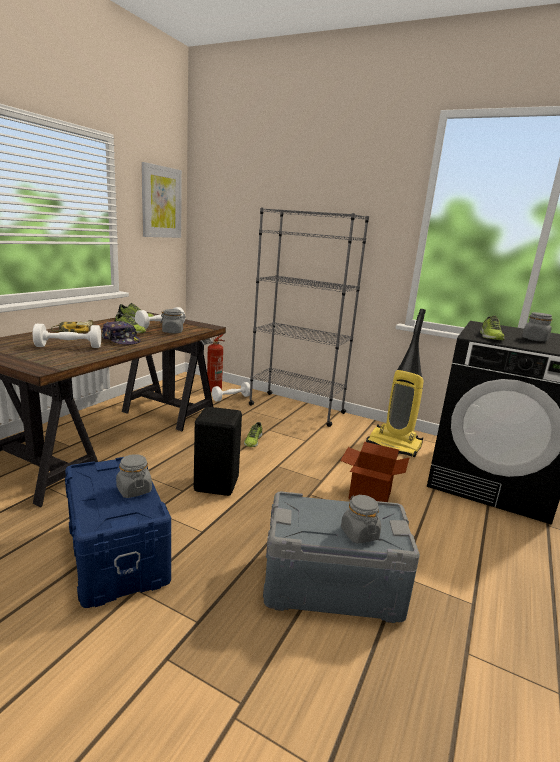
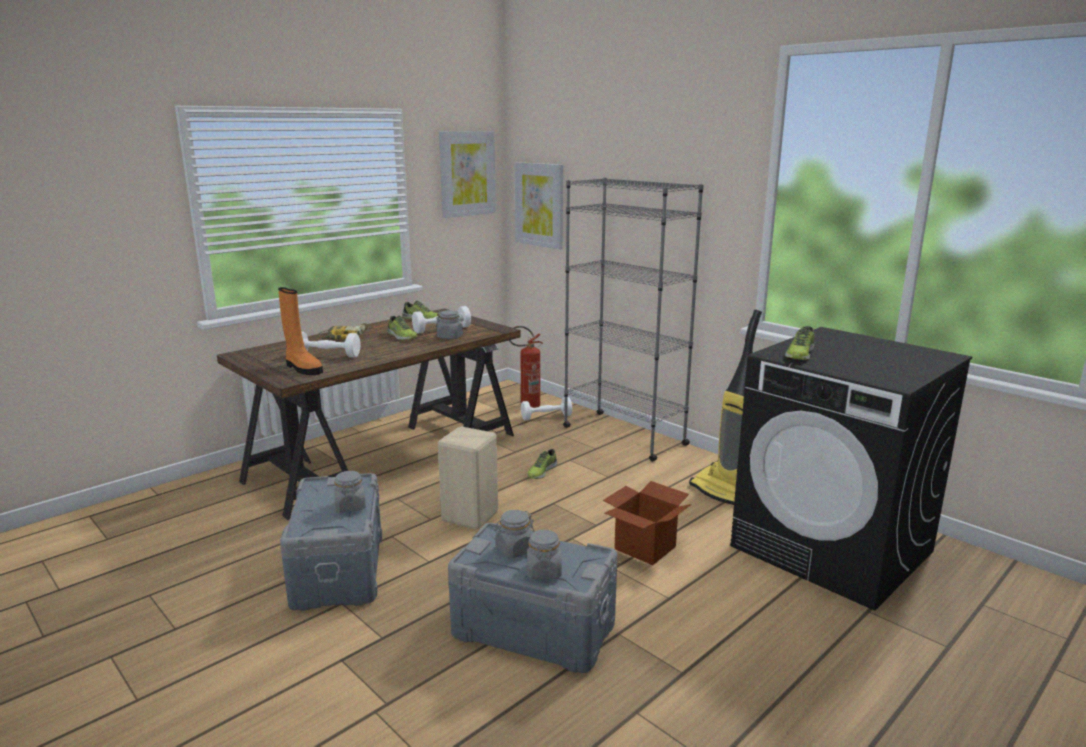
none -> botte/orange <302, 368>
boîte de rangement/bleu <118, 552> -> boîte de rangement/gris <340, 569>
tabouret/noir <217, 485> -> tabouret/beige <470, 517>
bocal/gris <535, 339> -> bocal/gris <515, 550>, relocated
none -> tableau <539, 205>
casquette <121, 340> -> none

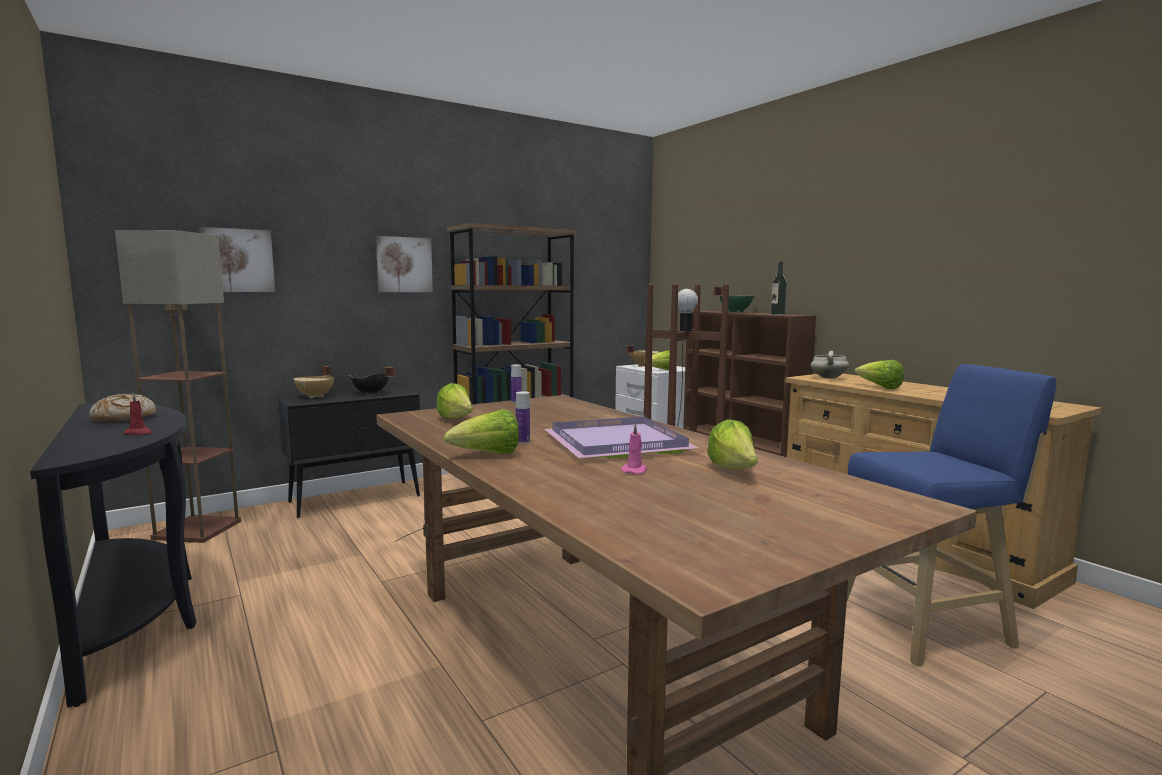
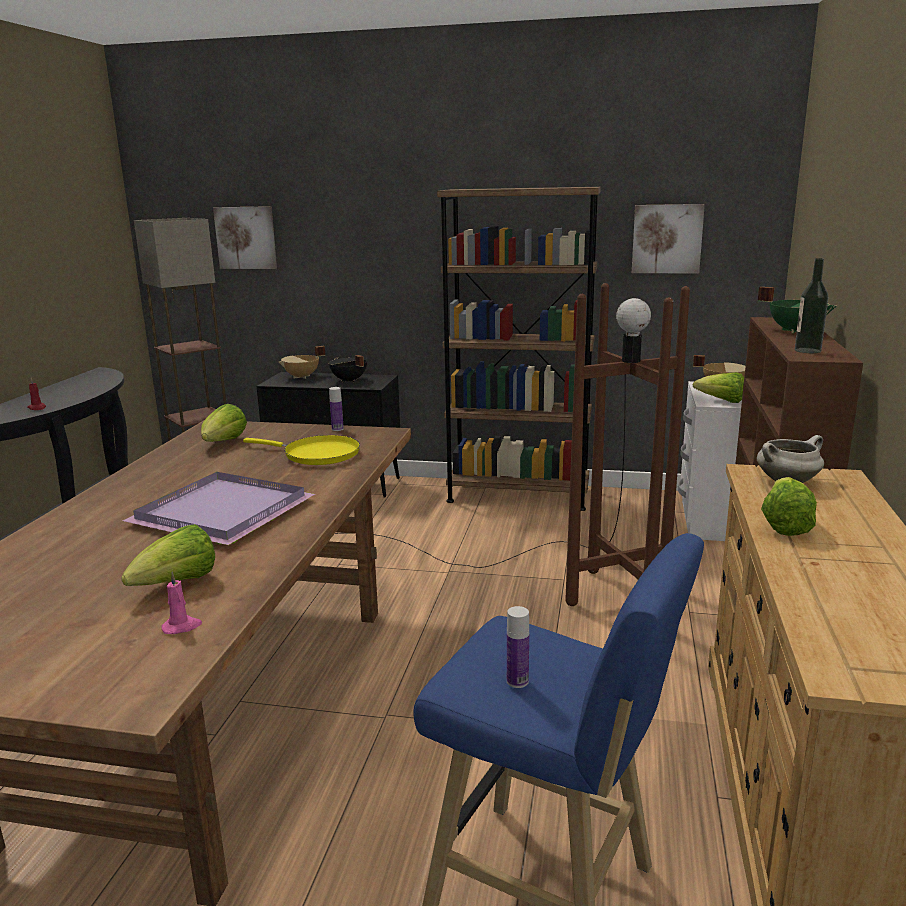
bougie/rose <634, 471> -> bougie/rose <182, 626>, relocated
none -> poêle/jaune <316, 454>
bouteille <523, 442> -> bouteille <517, 681>, relocated
tableau <404, 264> -> tableau <667, 239>, relocated
pain <124, 418> -> none
laitue <487, 455> -> none

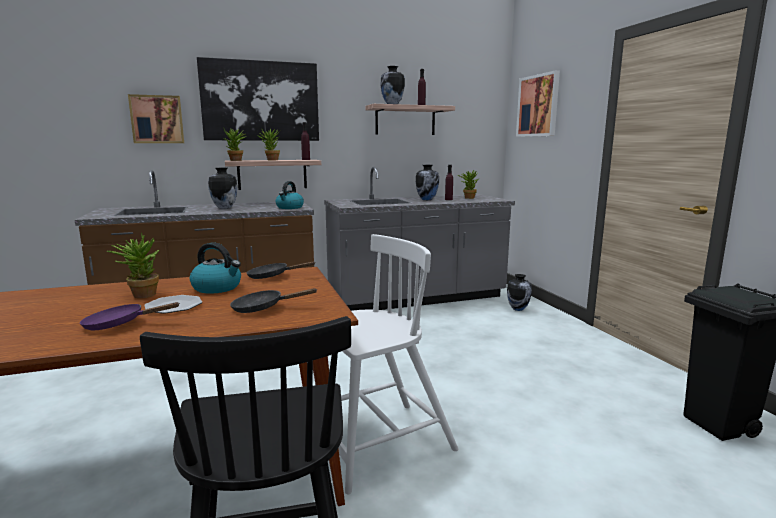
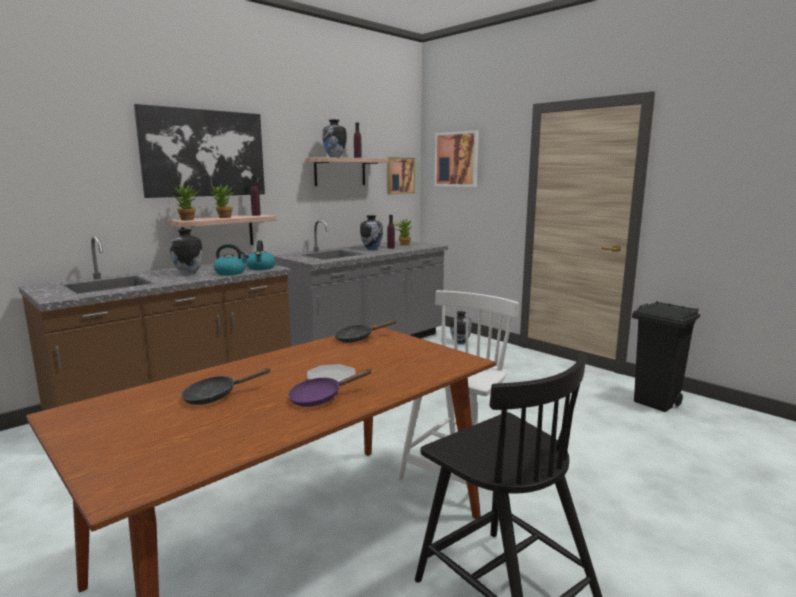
poêle/noir <263, 308> -> poêle/noir <215, 396>, relocated
bouilloire <217, 288> -> bouilloire <231, 273>, relocated
tableau <157, 119> -> tableau <400, 175>, relocated
plante en pot <140, 295> -> none

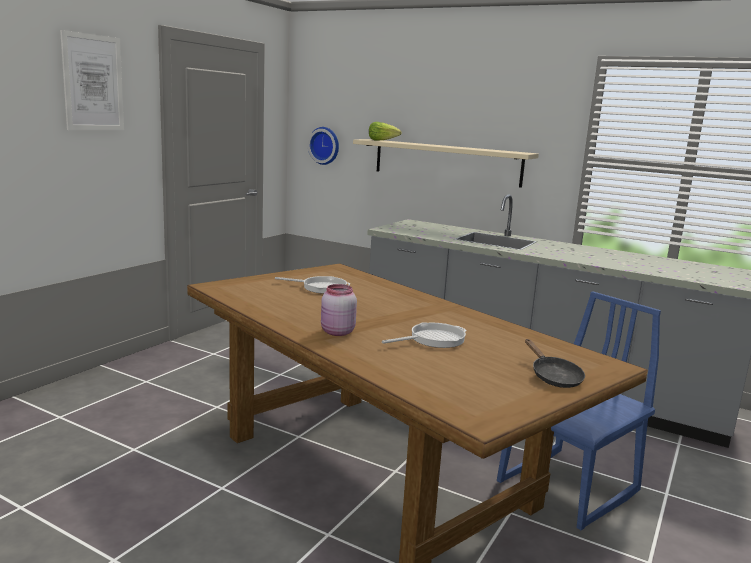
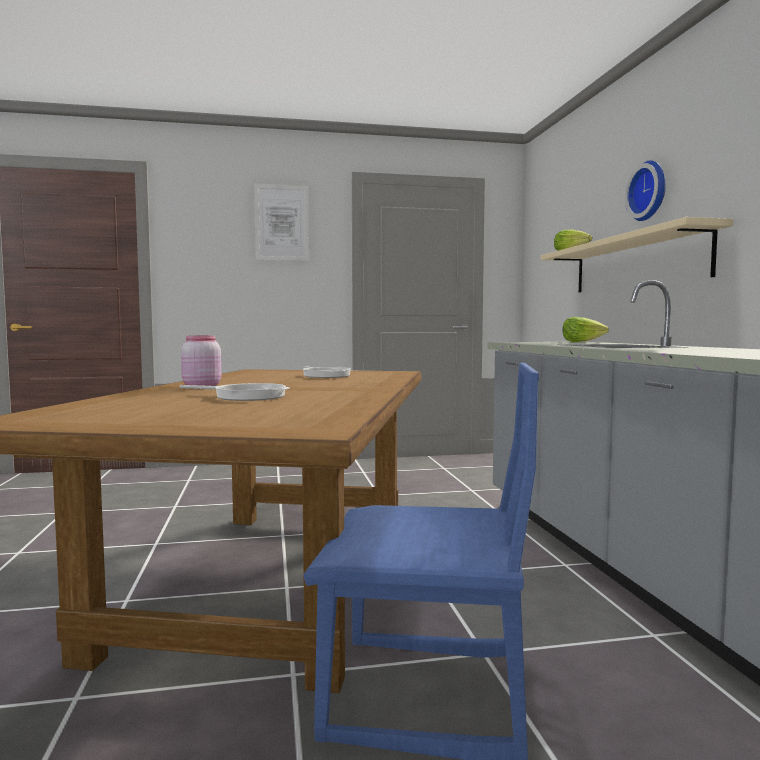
none -> laitue <582, 342>
horloge murale <325, 145> -> horloge murale <650, 191>, relocated
poêle/noir <553, 377> -> none

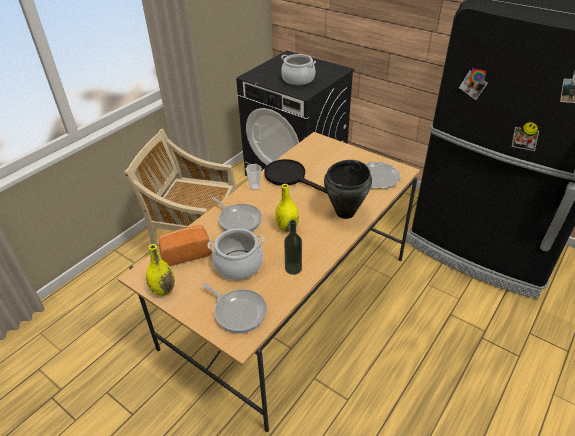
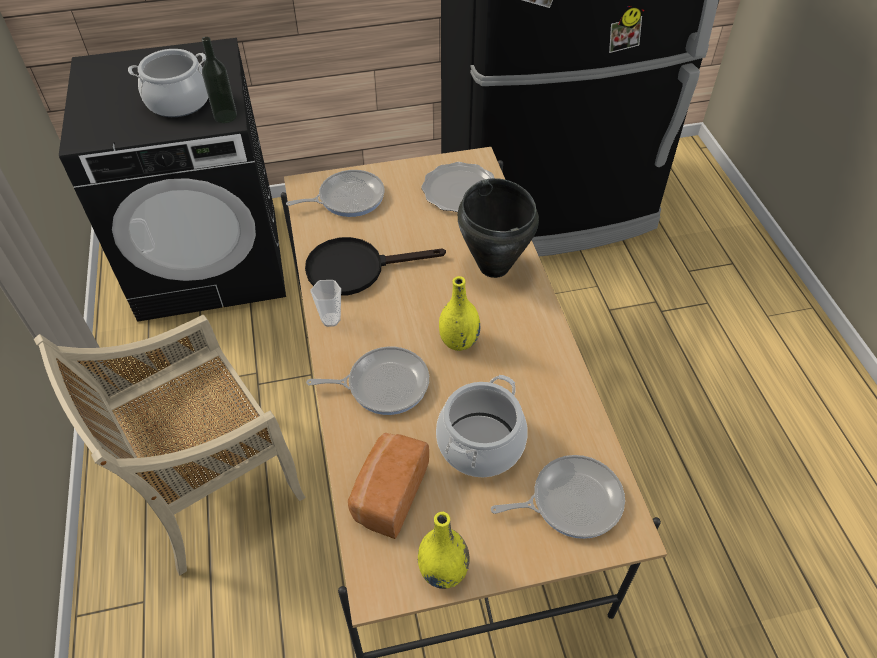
bouteille <293, 268> -> bouteille <225, 116>, relocated
none -> poêle <347, 198>

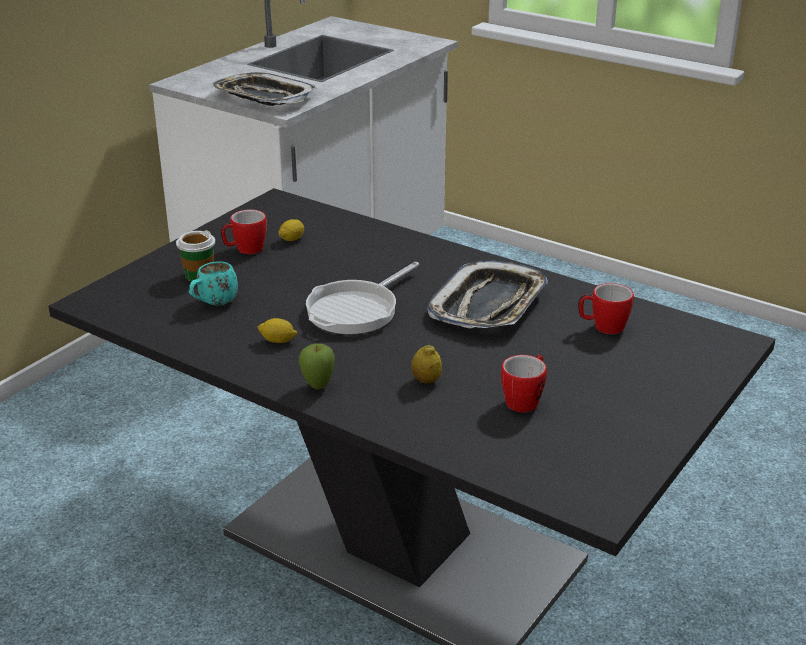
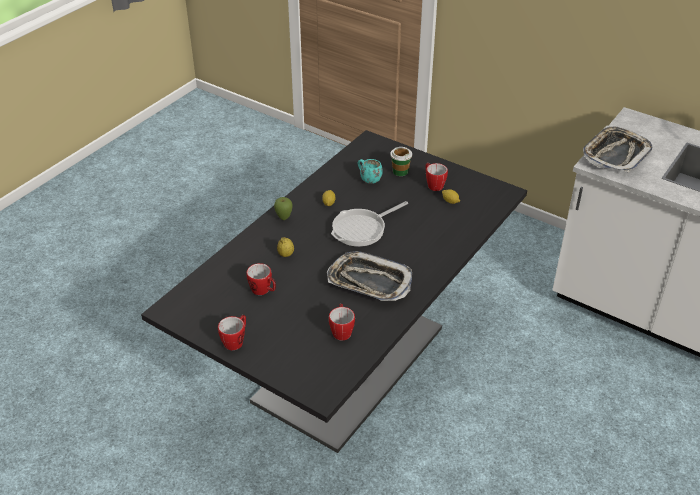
none -> mug <236, 341>
poêle <356, 310> -> poêle <362, 229>, 75 degrees counterclockwise

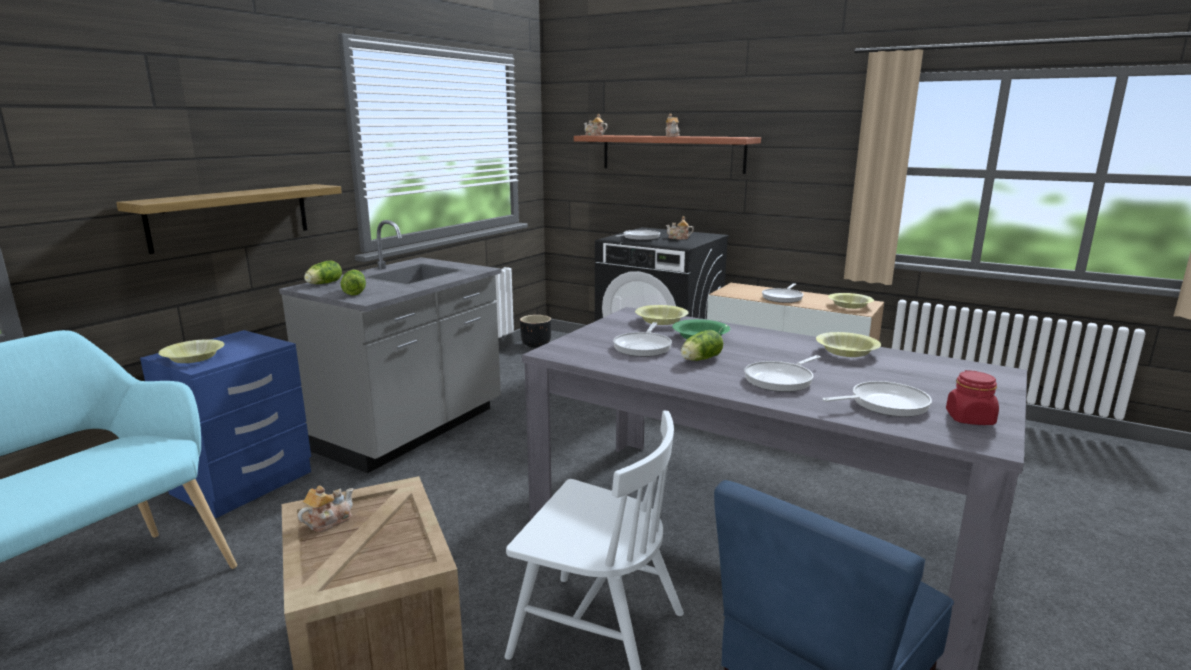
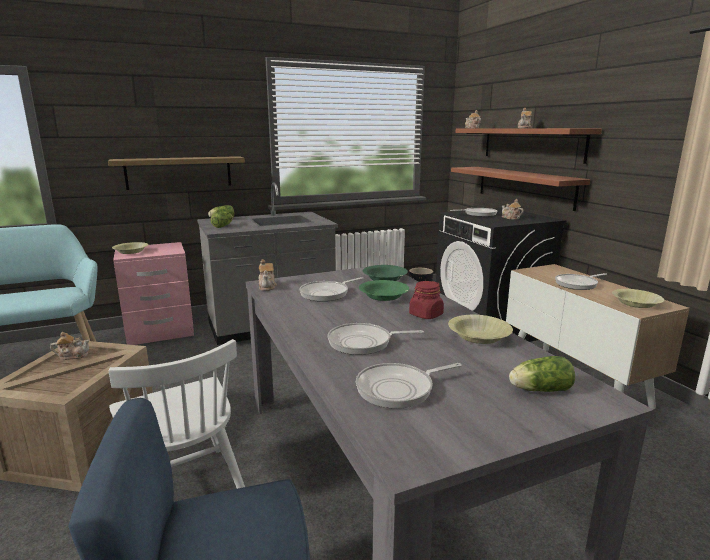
table de chevet/bleu <244, 484> -> table de chevet/rose <160, 332>
none -> théière <267, 286>
poêle <884, 404> -> poêle <399, 389>, 135 degrees clockwise
bol/jaune <661, 321> -> bol/vert <384, 279>
bocal/rouge <970, 419> -> bocal/rouge <425, 315>, relocated
none -> étagère <524, 186>
laitue <699, 359> -> laitue <538, 390>, relocated

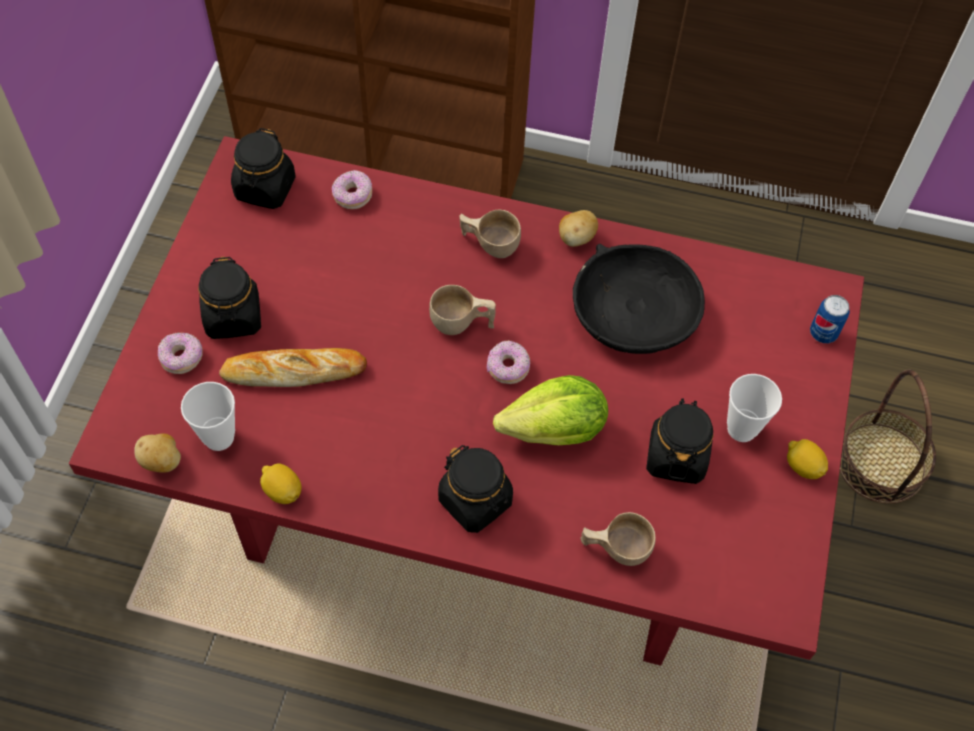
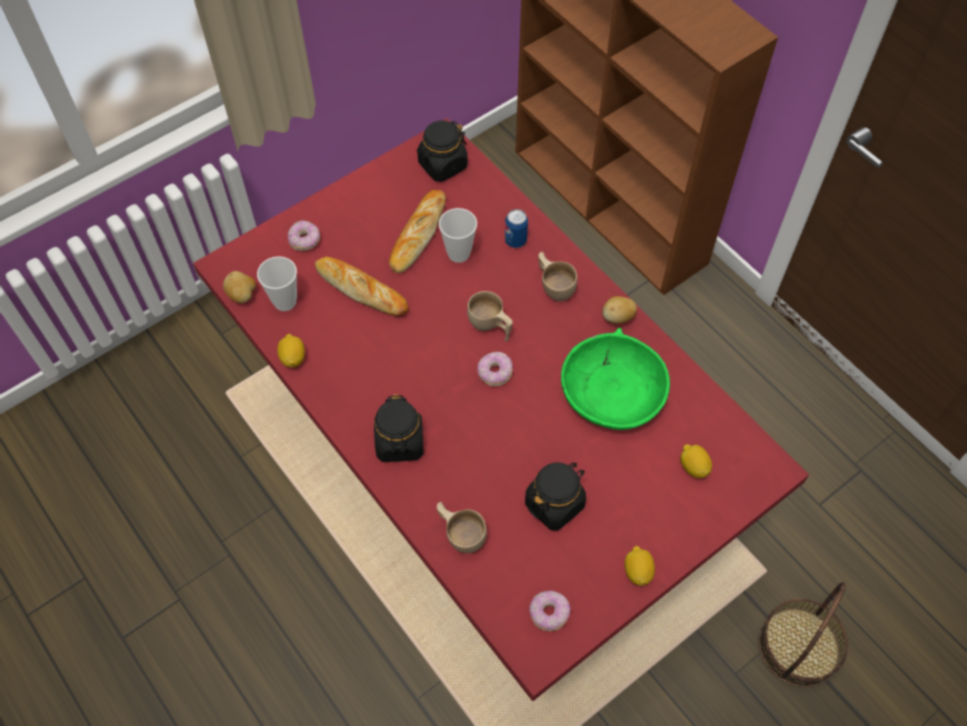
none -> pain <417, 234>
tasse <741, 429> -> tasse <458, 253>, relocated
boîte métallique <823, 333> -> boîte métallique <515, 241>, relocated
beignet <352, 196> -> beignet <549, 613>, relocated
bol/noir <633, 312> -> bol/vert <612, 391>
none -> citron <693, 467>
bocal/noir <233, 317> -> none
laitue <555, 431> -> none

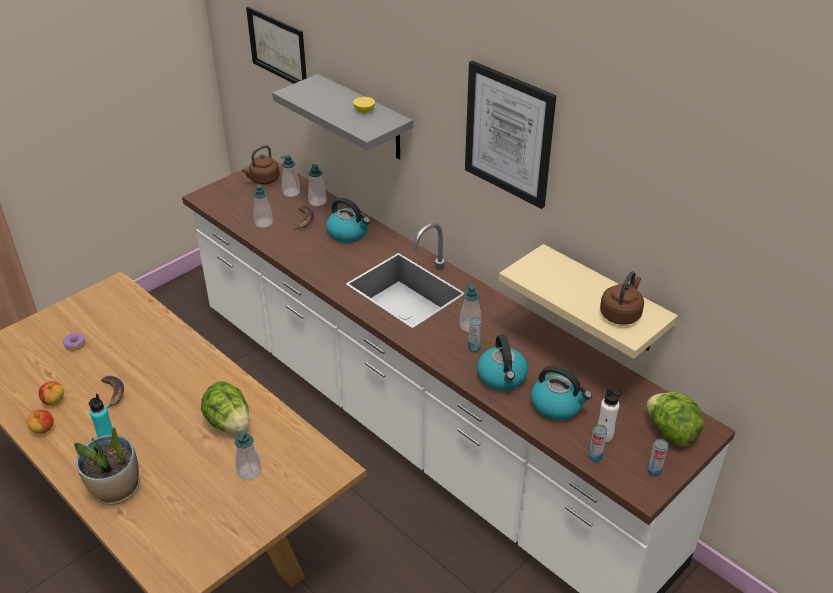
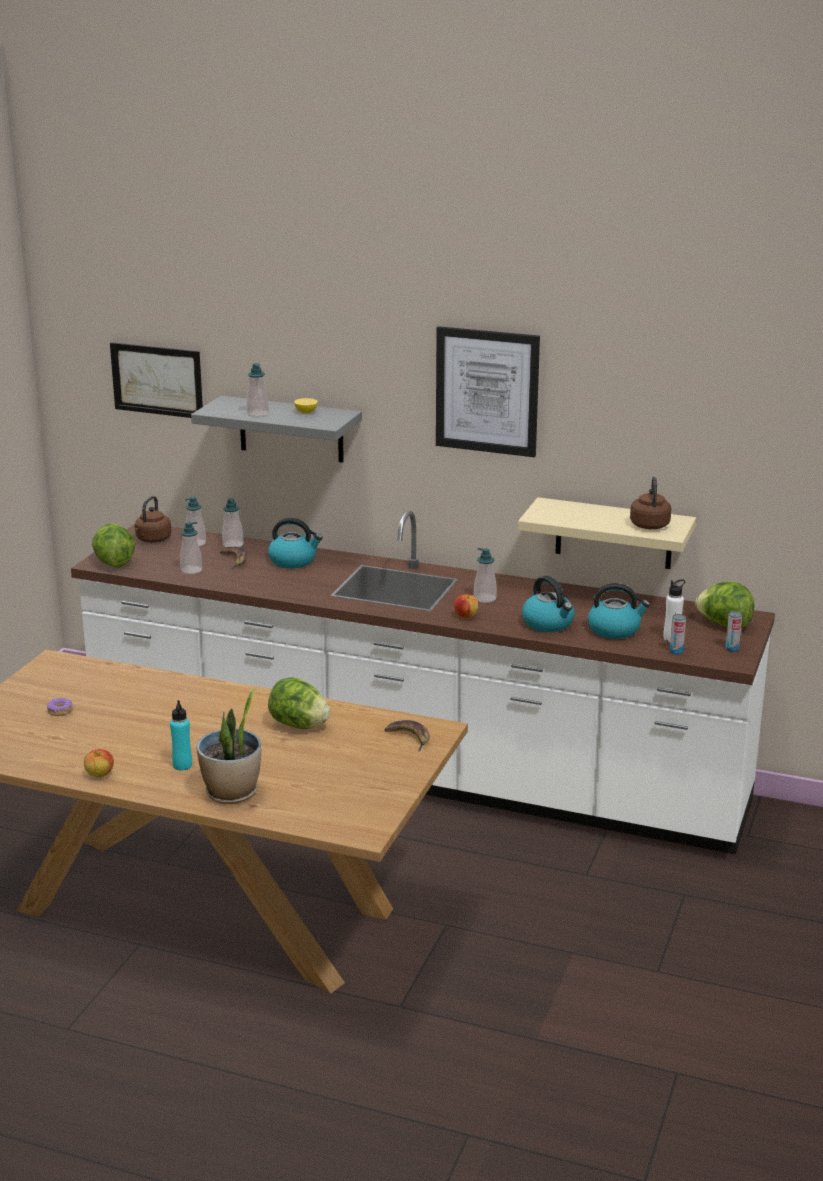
none -> laitue <113, 563>
distributeur de savon <249, 471> -> distributeur de savon <258, 414>, relocated
banane <113, 394> -> banane <409, 738>, relocated
pomme <54, 401> -> pomme <466, 616>, relocated
boîte métallique <474, 347> -> none

